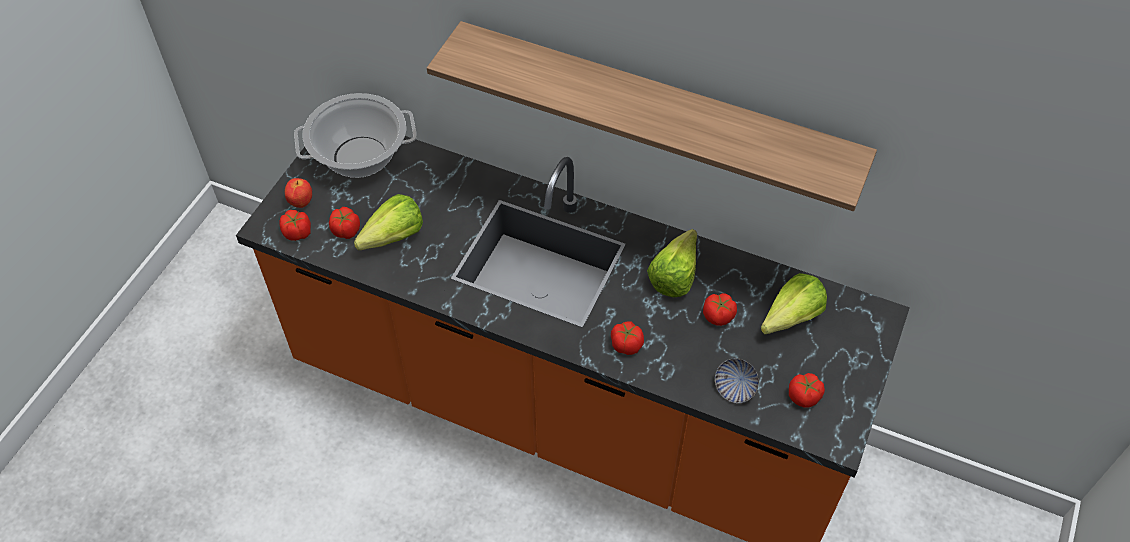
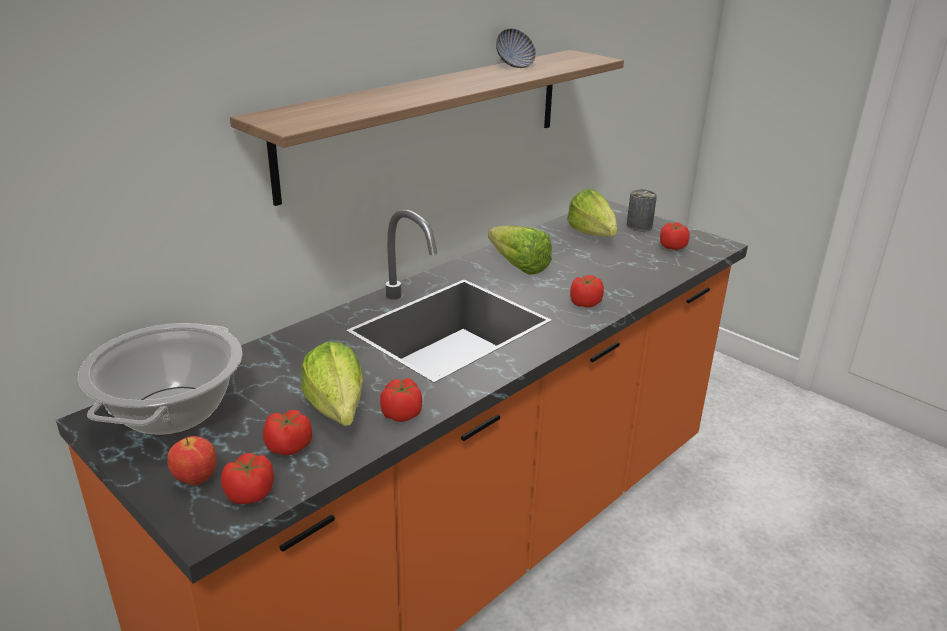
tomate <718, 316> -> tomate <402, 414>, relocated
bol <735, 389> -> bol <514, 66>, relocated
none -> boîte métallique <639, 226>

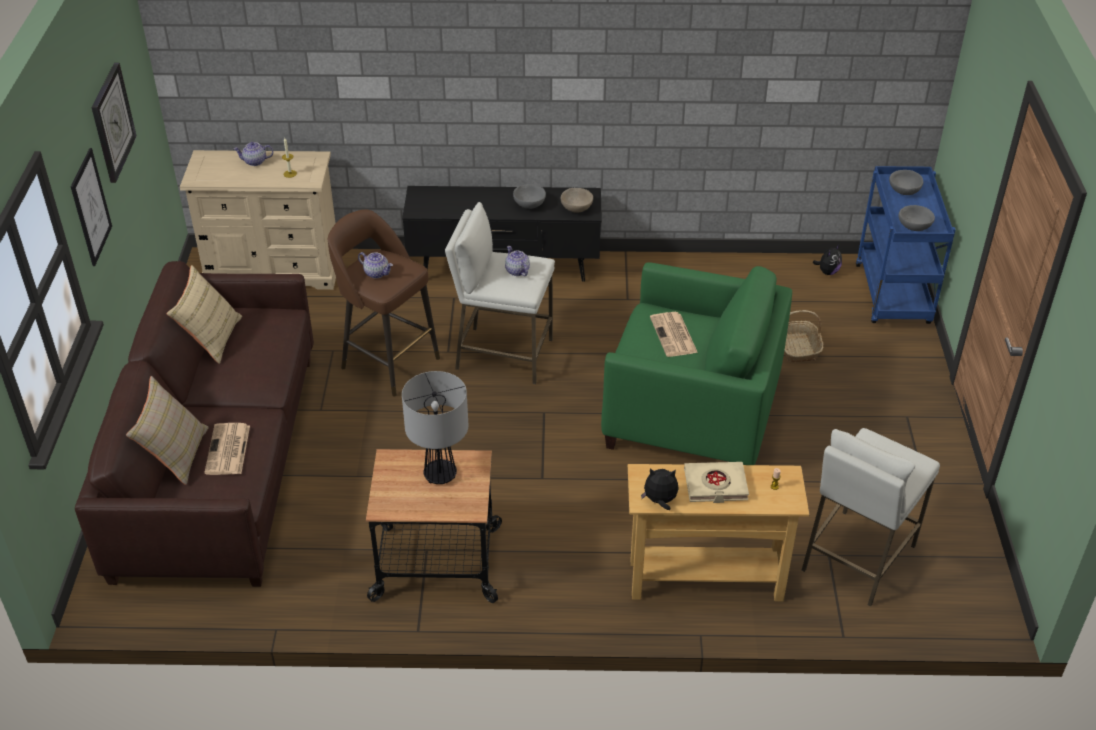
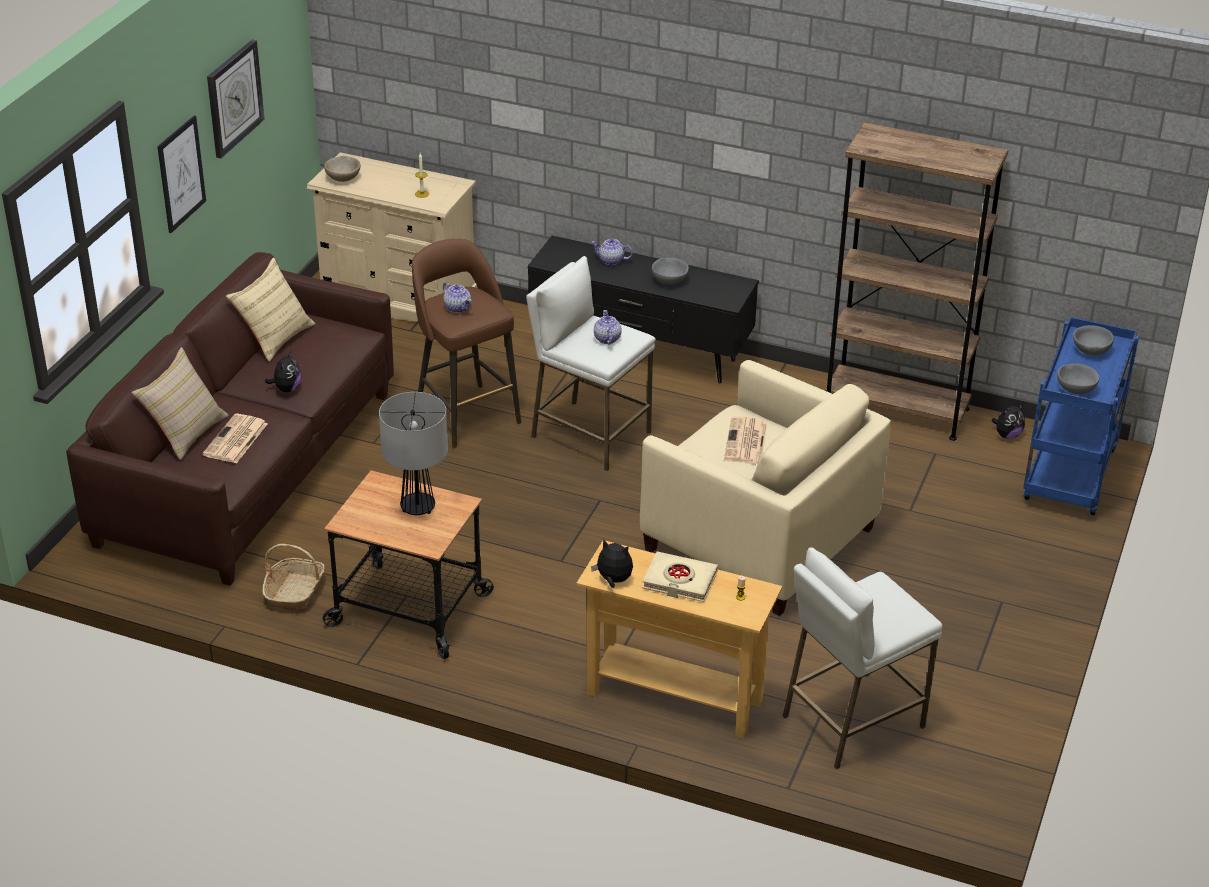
panier <797, 347> -> panier <295, 592>, relocated
none -> peluche <286, 389>
bol/beige <577, 208> -> bol/beige <343, 178>, relocated
théière <255, 162> -> théière <611, 261>, relocated
fauteuil/vert <691, 412> -> fauteuil/beige <758, 538>
none -> bibliothèque/marron <896, 409>

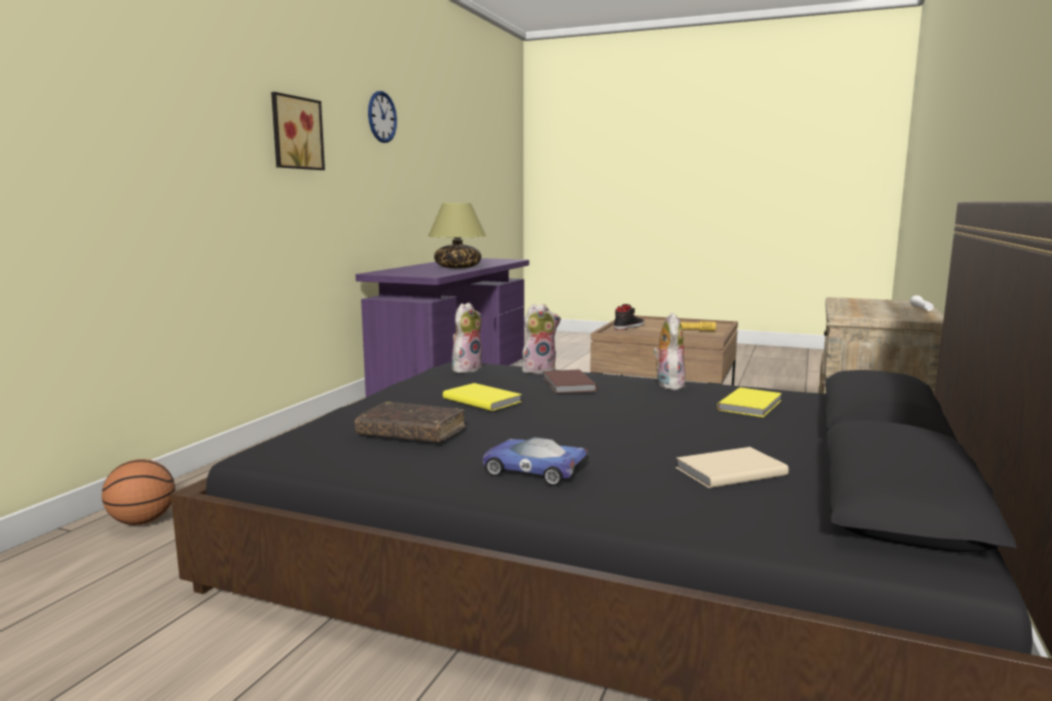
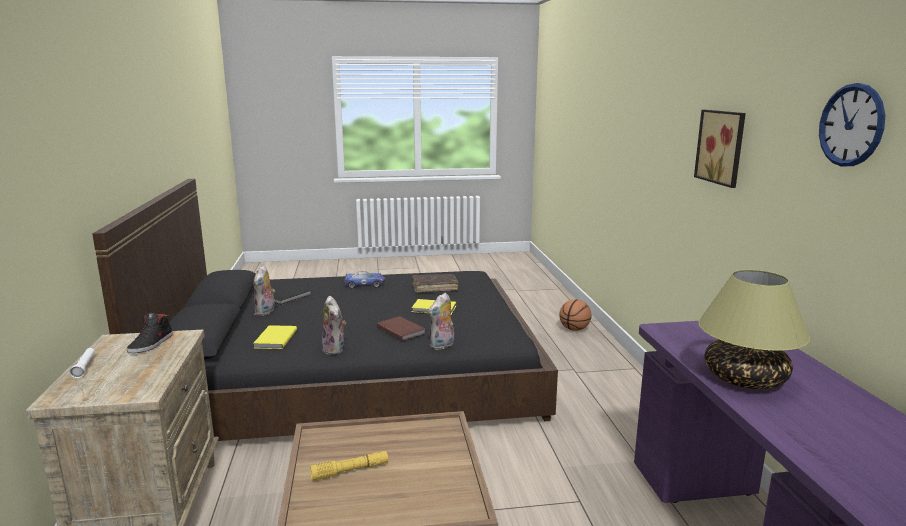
chaussure/noir <628, 327> -> chaussure/noir <151, 344>, relocated
peluche <466, 369> -> peluche <266, 312>, relocated
livre/beige <728, 471> -> livre/noir <289, 297>

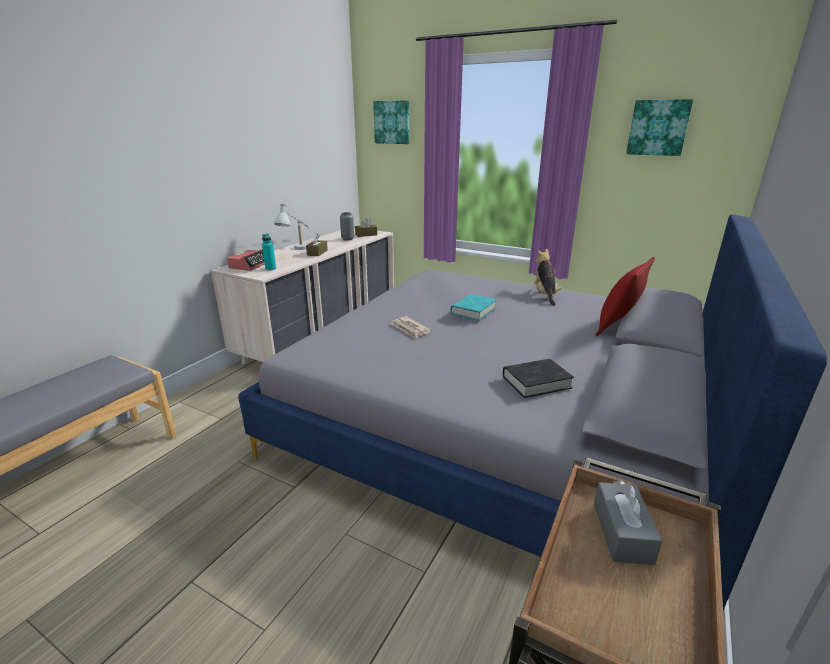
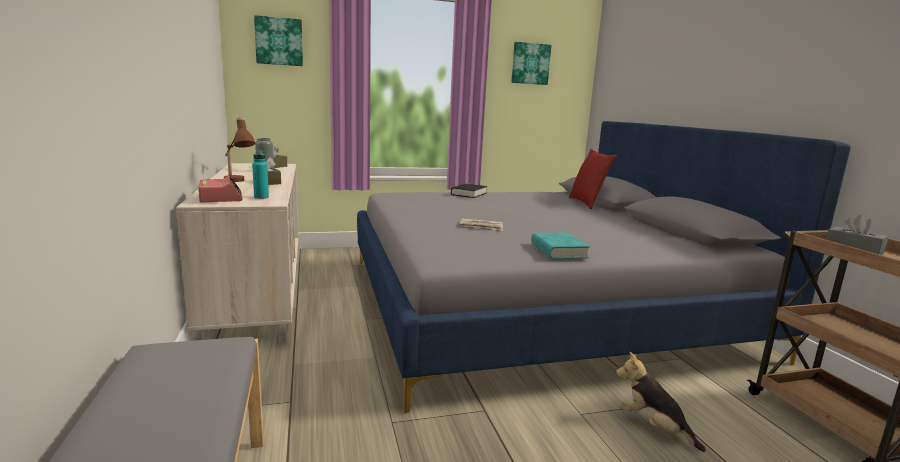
lampe de table/blanc <297, 250> -> lampe de table/marron <237, 182>
livre/noir <536, 382> -> livre/noir <468, 194>, relocated
livre/turquoise <473, 311> -> livre/turquoise <558, 251>, relocated
peluche <545, 295> -> peluche <653, 427>, relocated

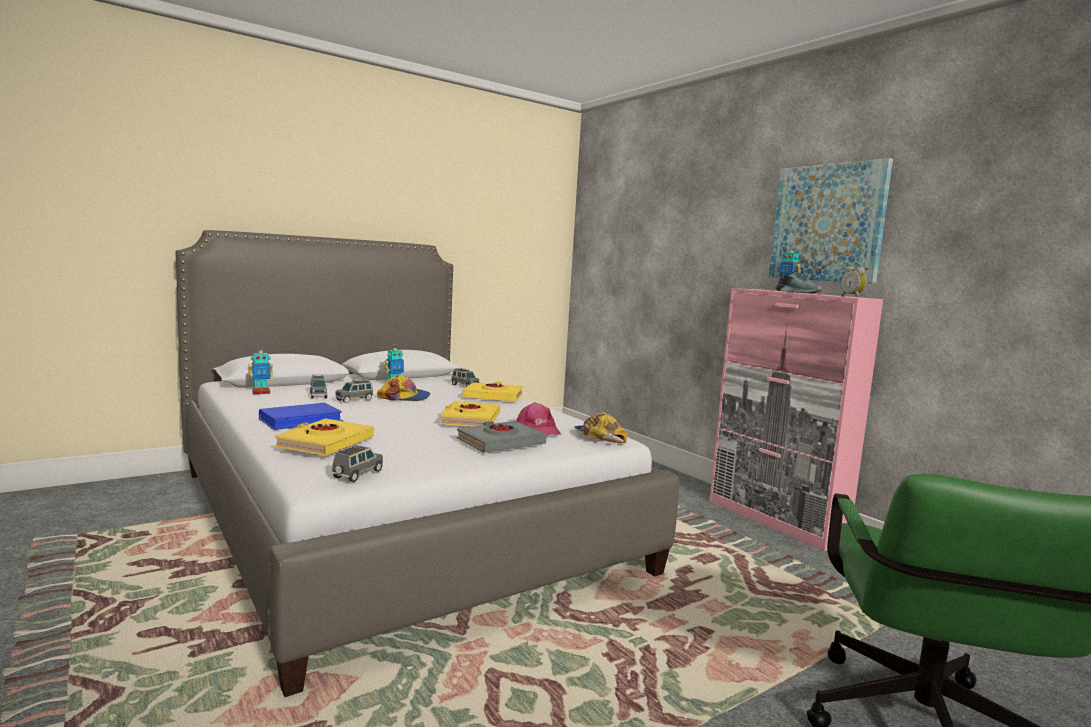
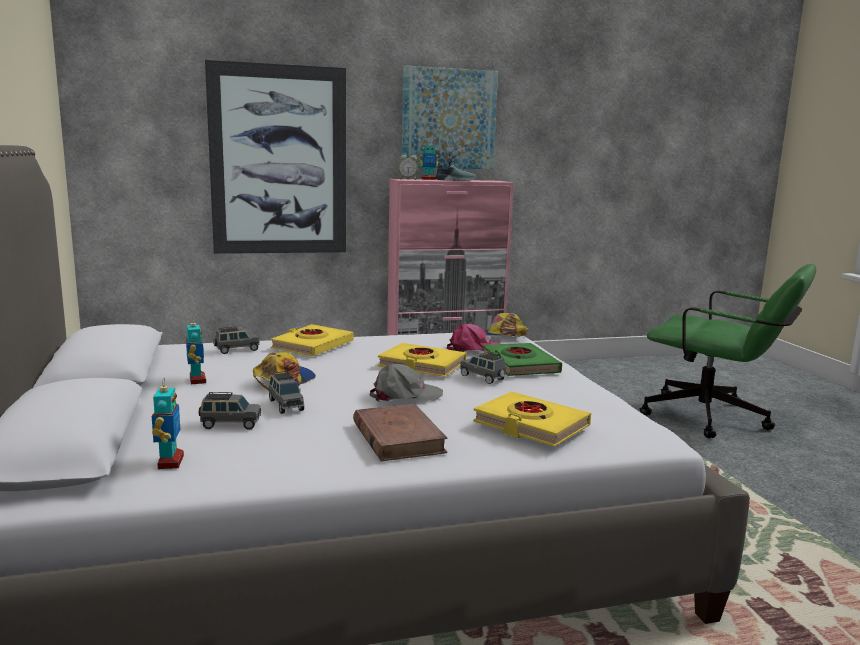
none -> tableau <279, 161>
livre/bleu <301, 420> -> livre/marron <398, 437>
none -> casquette/gris <404, 395>
réveil <852, 296> -> réveil <407, 179>, relocated
petite voiture/gris <357, 474> -> petite voiture/gris <483, 378>, relocated
livre/gris <500, 442> -> livre/vert <519, 365>

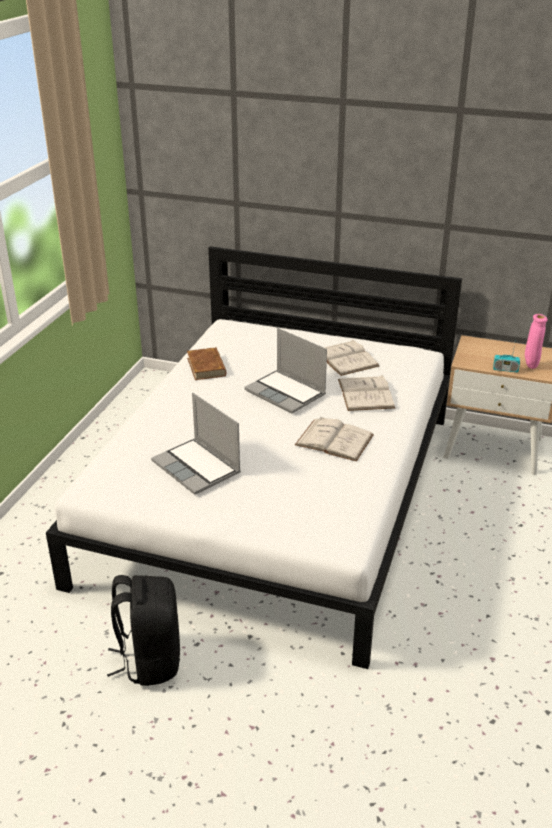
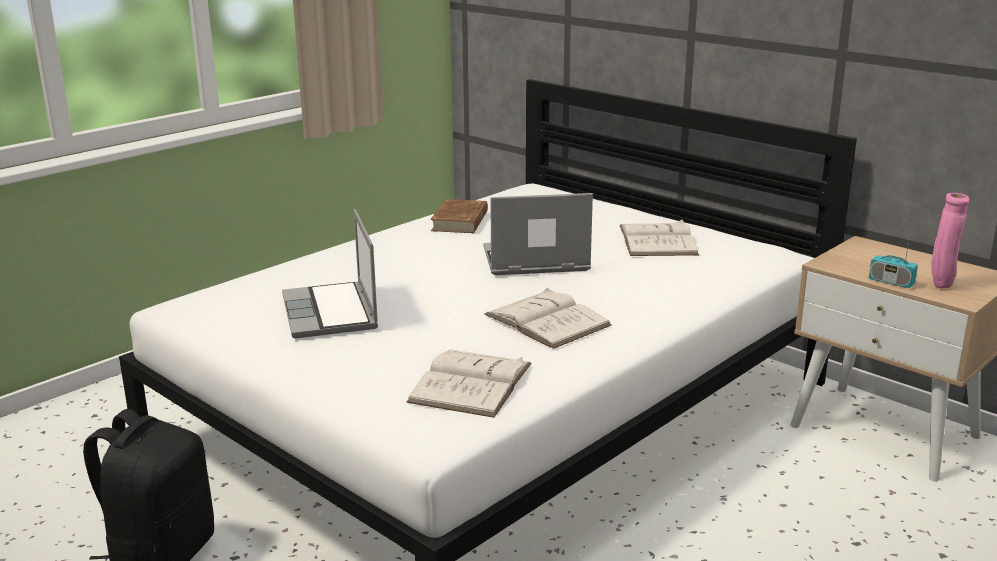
livre/blanc <365, 393> -> livre/blanc <471, 382>, relocated
ordinateur portable <286, 393> -> ordinateur portable <534, 261>, 105 degrees clockwise

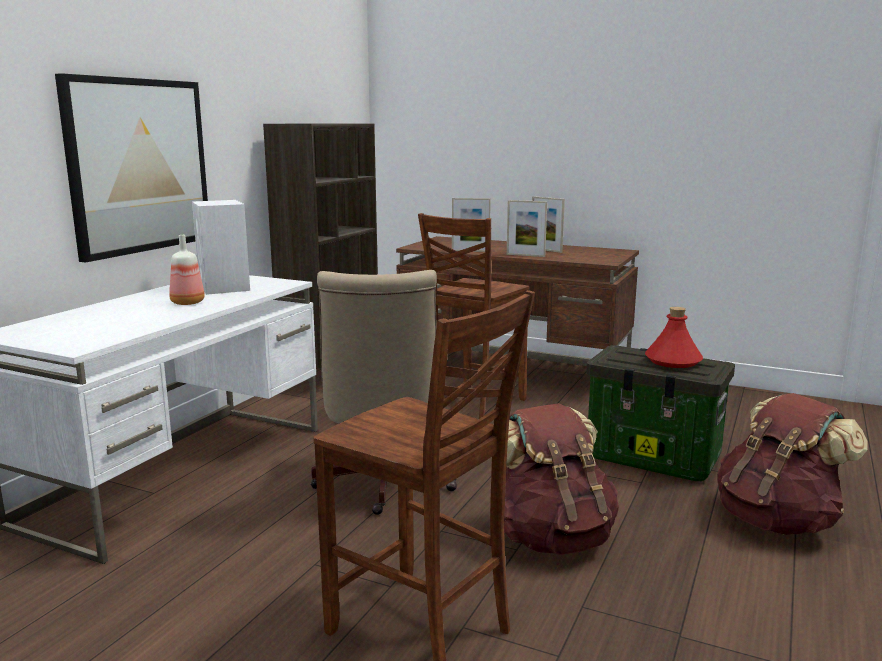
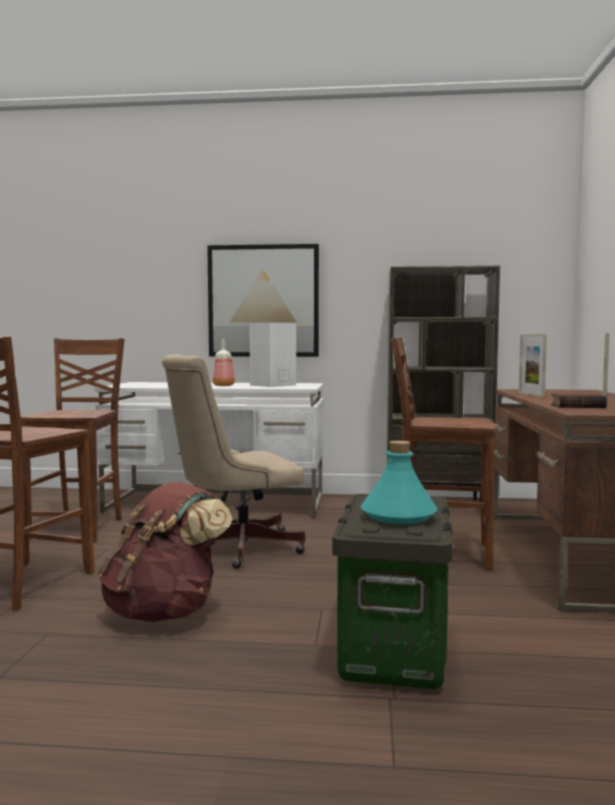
none -> chaise/marron <79, 529>
bouteille/rouge <672, 361> -> bouteille/turquoise <399, 515>
none -> livre <578, 406>
cadre photo <525, 255> -> none
sac à dos/marron <777, 520> -> none

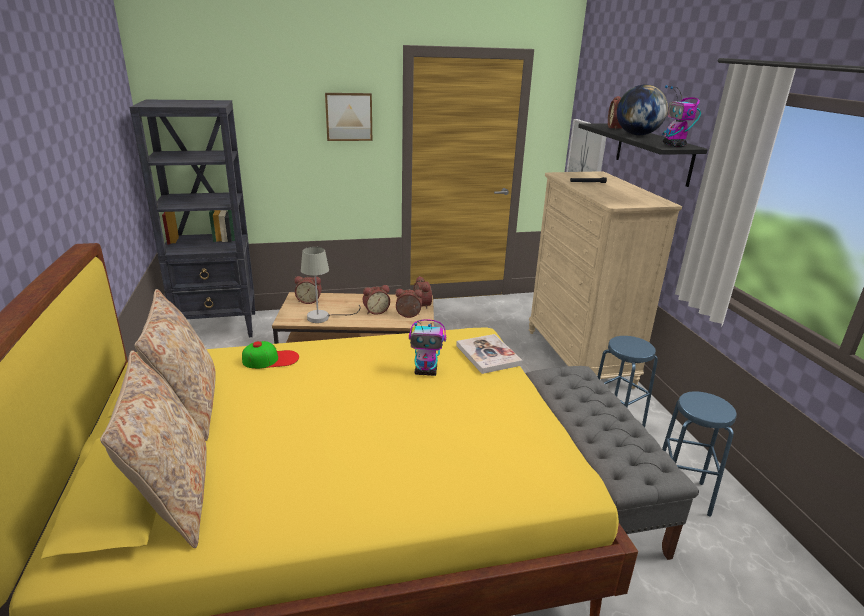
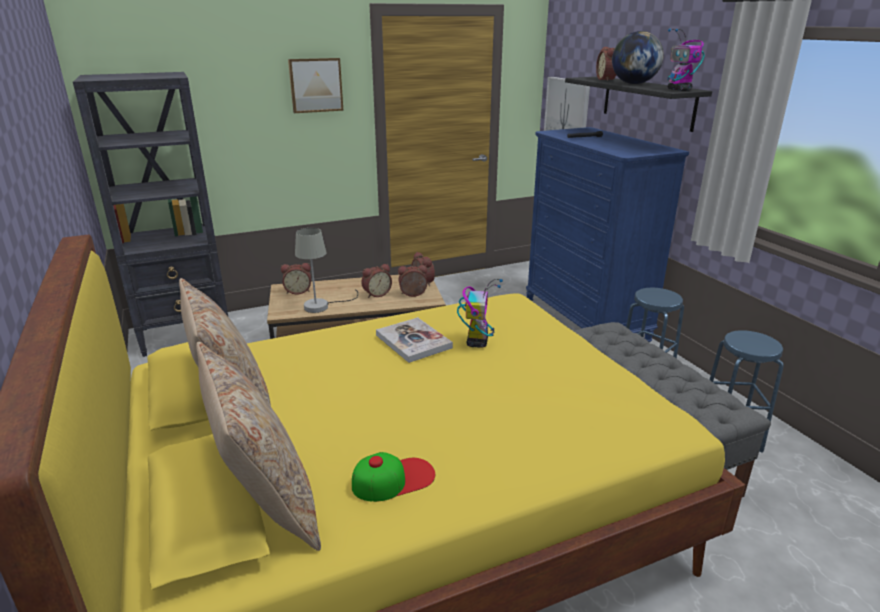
casquette <271, 359> -> casquette <393, 479>, relocated
livre <488, 355> -> livre <413, 341>, relocated
robot jouet <426, 372> -> robot jouet <477, 342>, 75 degrees counterclockwise
commode/beige <579, 358> -> commode/bleu <585, 321>

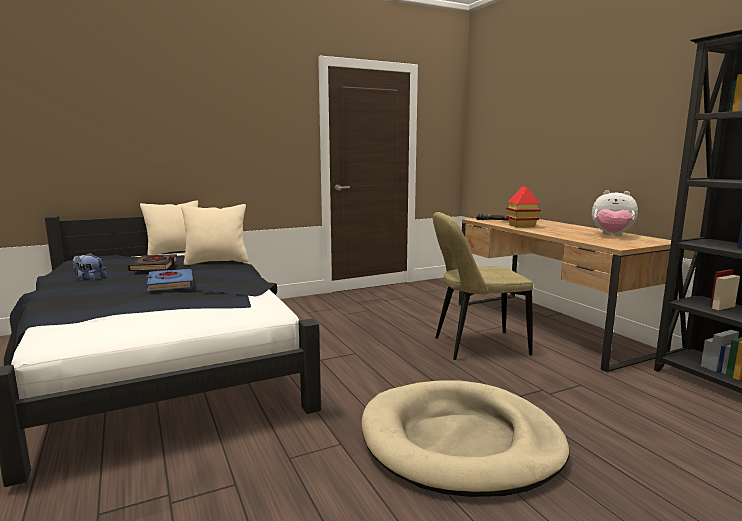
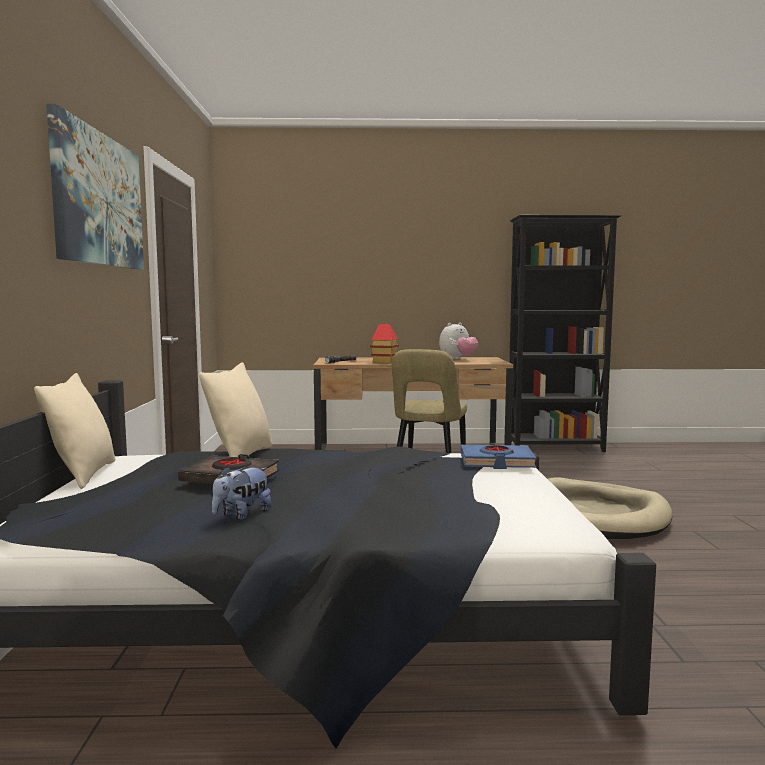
none -> tableau <99, 200>
livre/bleu <170, 284> -> livre/bleu <496, 462>, relocated

